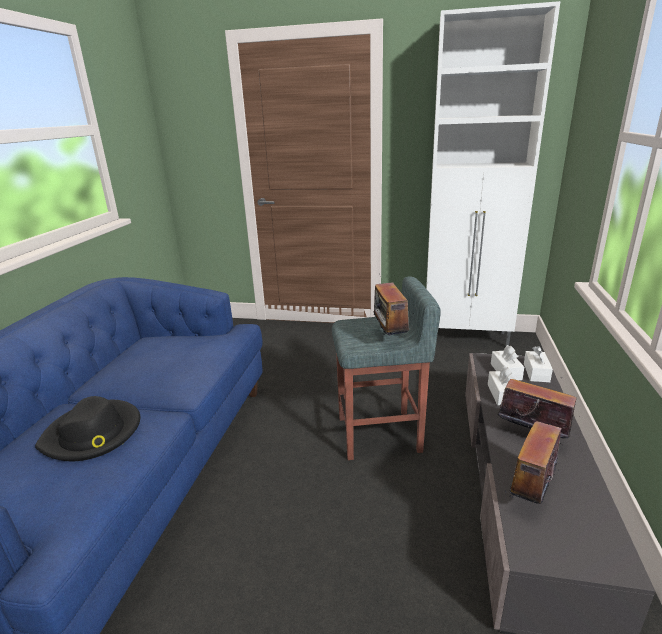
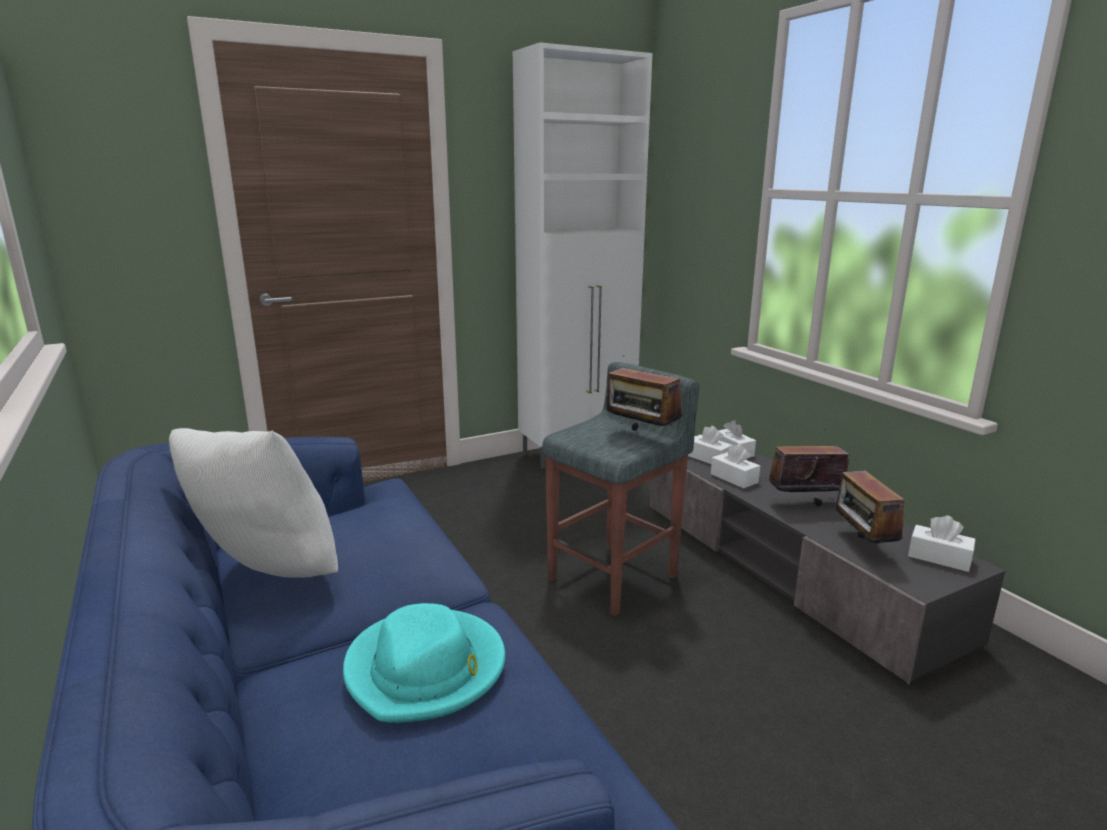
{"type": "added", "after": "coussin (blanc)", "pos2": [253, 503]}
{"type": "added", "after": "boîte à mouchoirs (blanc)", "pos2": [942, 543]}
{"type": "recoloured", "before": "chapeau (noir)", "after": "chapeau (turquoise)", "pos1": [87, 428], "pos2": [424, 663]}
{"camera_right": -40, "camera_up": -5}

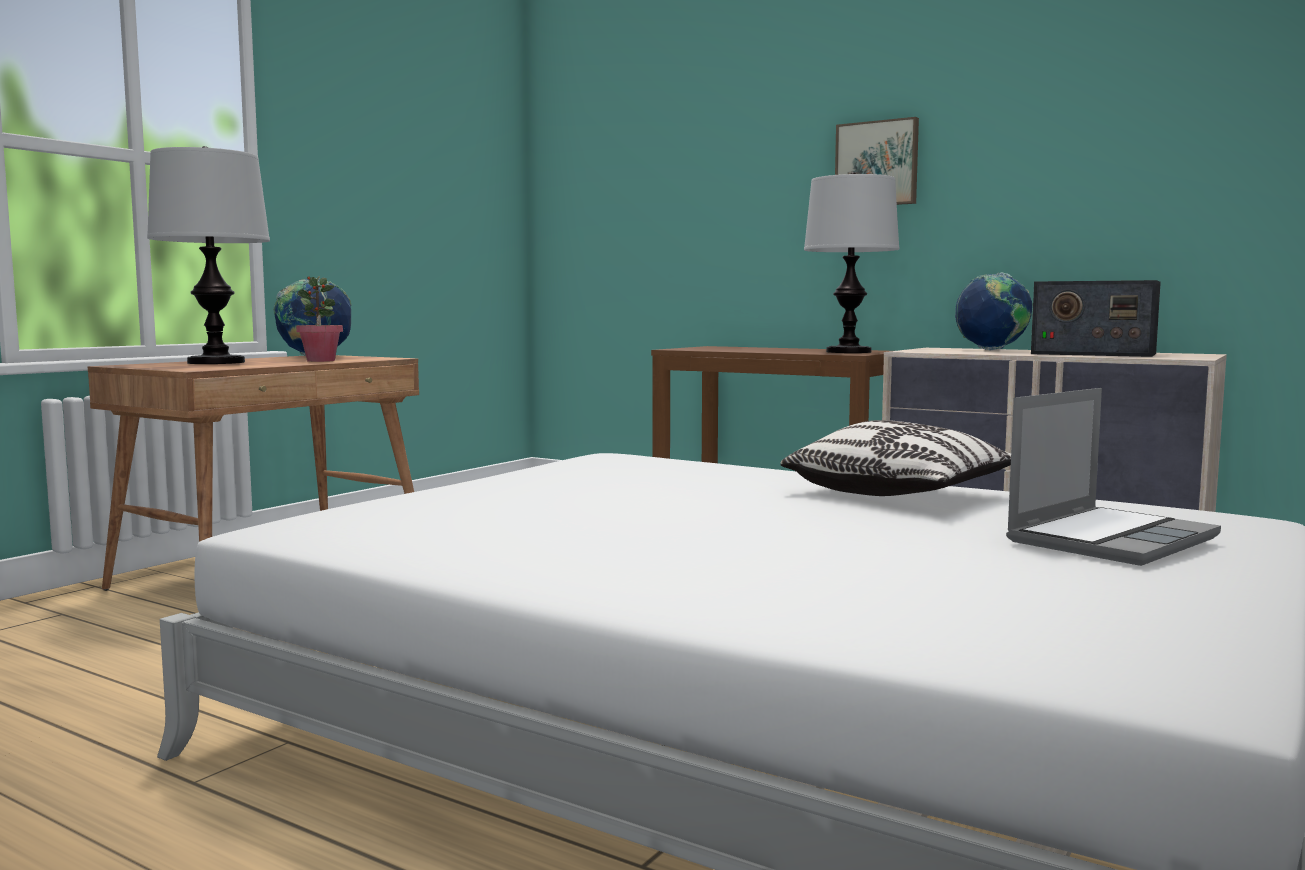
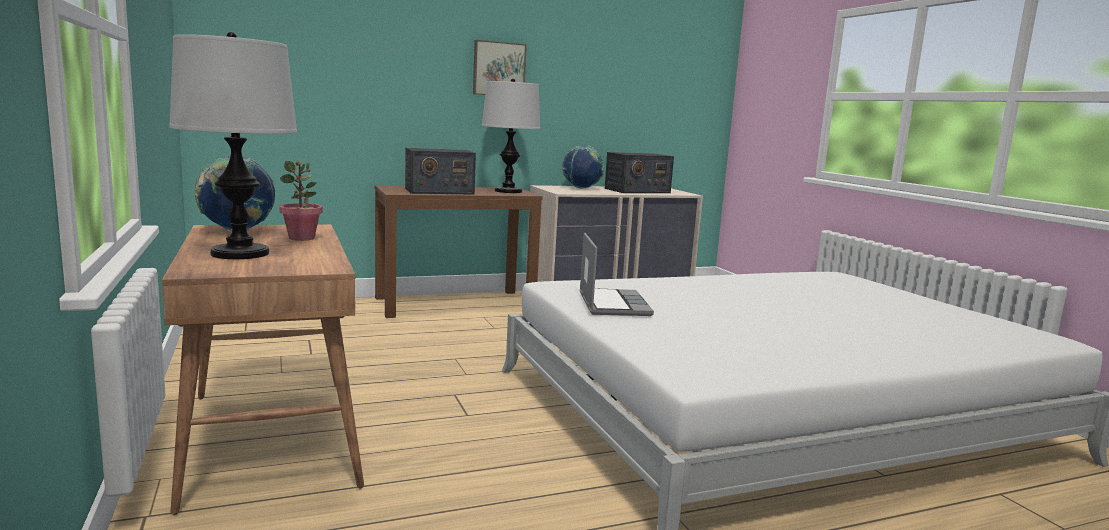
{"type": "removed", "before": "coussin", "pos1": [895, 458]}
{"type": "added", "after": "radio", "pos2": [440, 171]}
{"type": "moved", "before": "ordinateur portable", "pos1": [1113, 477], "pos2": [616, 274]}
{"camera_right": -55, "camera_up": 5}

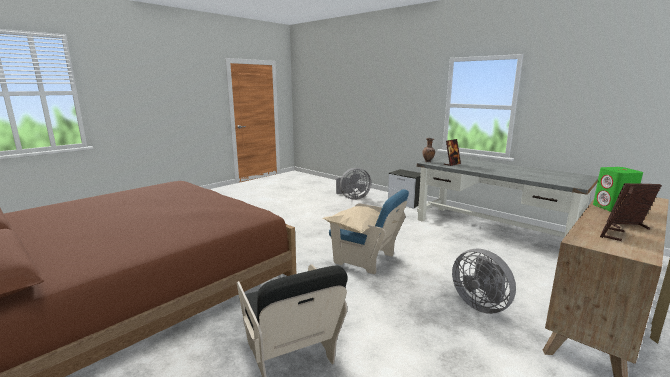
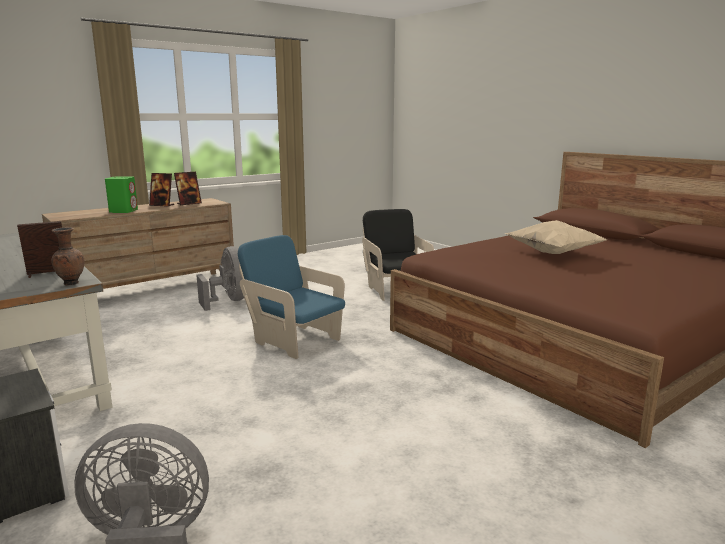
{"type": "moved", "before": "coussin (beige)", "pos1": [360, 219], "pos2": [555, 237]}
{"camera_right": -170, "camera_up": 0}

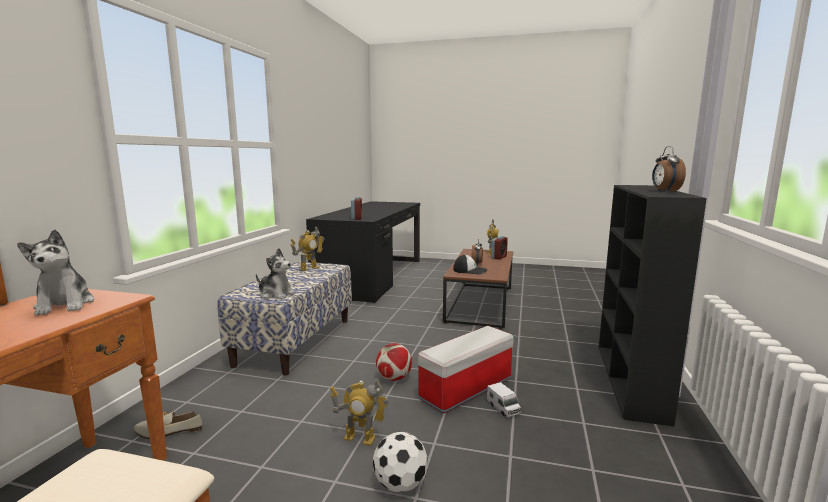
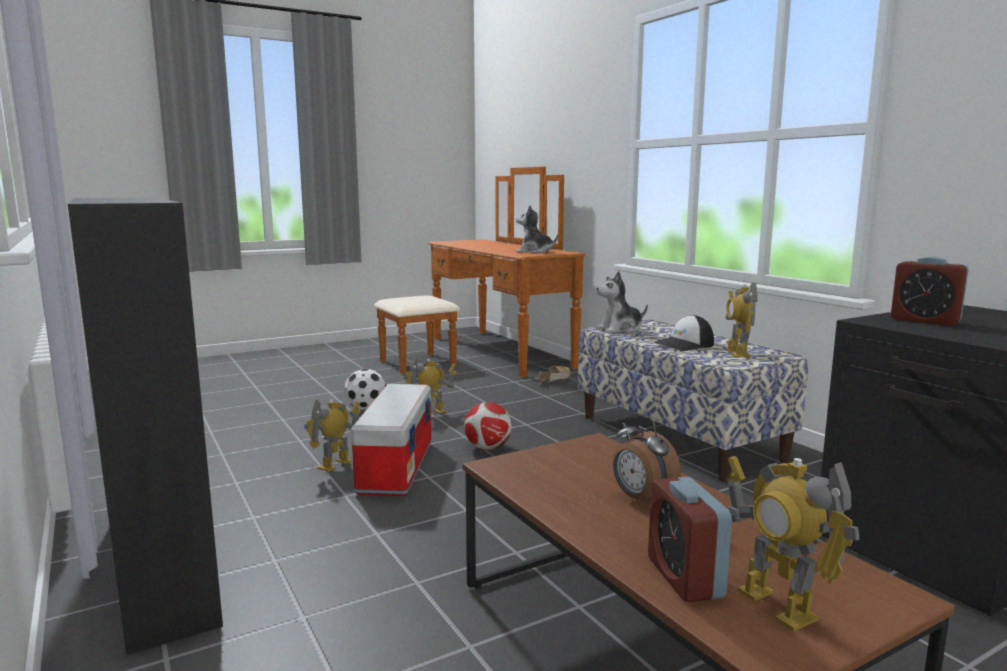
{"type": "removed", "before": "réveil", "pos1": [669, 169]}
{"type": "moved", "before": "casquette", "pos1": [470, 264], "pos2": [684, 333]}
{"type": "replaced", "before": "camion jouet", "after": "robot jouet", "pos1": [504, 399], "pos2": [332, 436]}
{"camera_right": 135, "camera_up": 0}

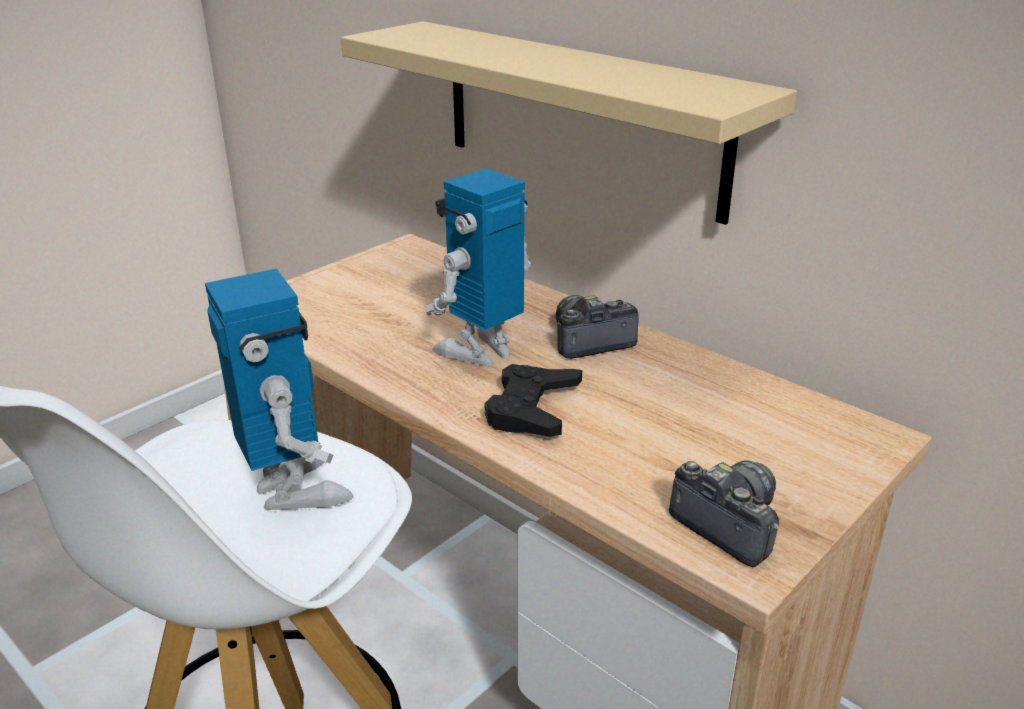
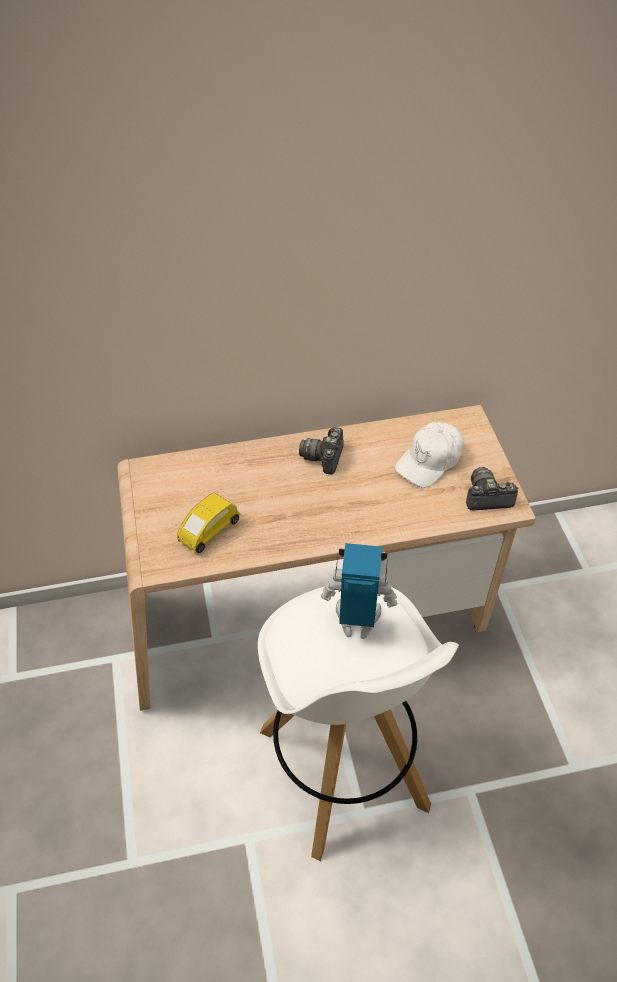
{"type": "removed", "before": "étagère (beige)", "pos1": [569, 123]}
{"type": "removed", "before": "robot jouet", "pos1": [478, 267]}
{"type": "removed", "before": "manette (noir)", "pos1": [533, 400]}
{"type": "added", "after": "petite voiture (jaune)", "pos2": [208, 522]}
{"type": "added", "after": "casquette (blanc)", "pos2": [429, 455]}
{"camera_right": -55, "camera_up": 20}

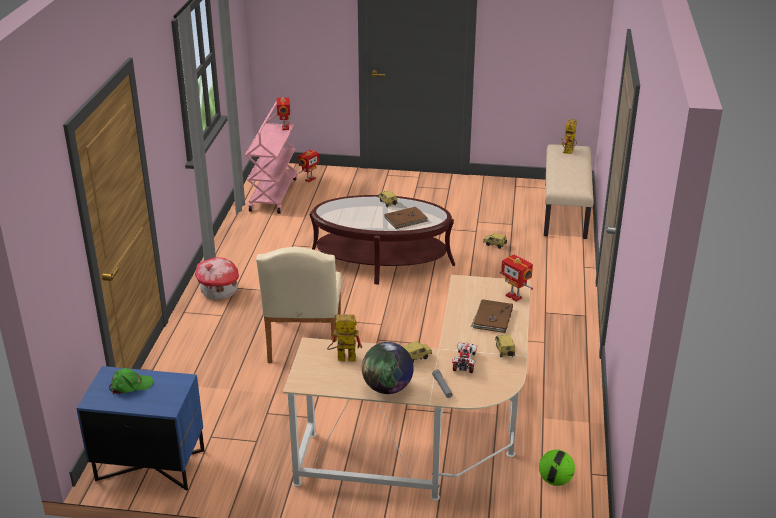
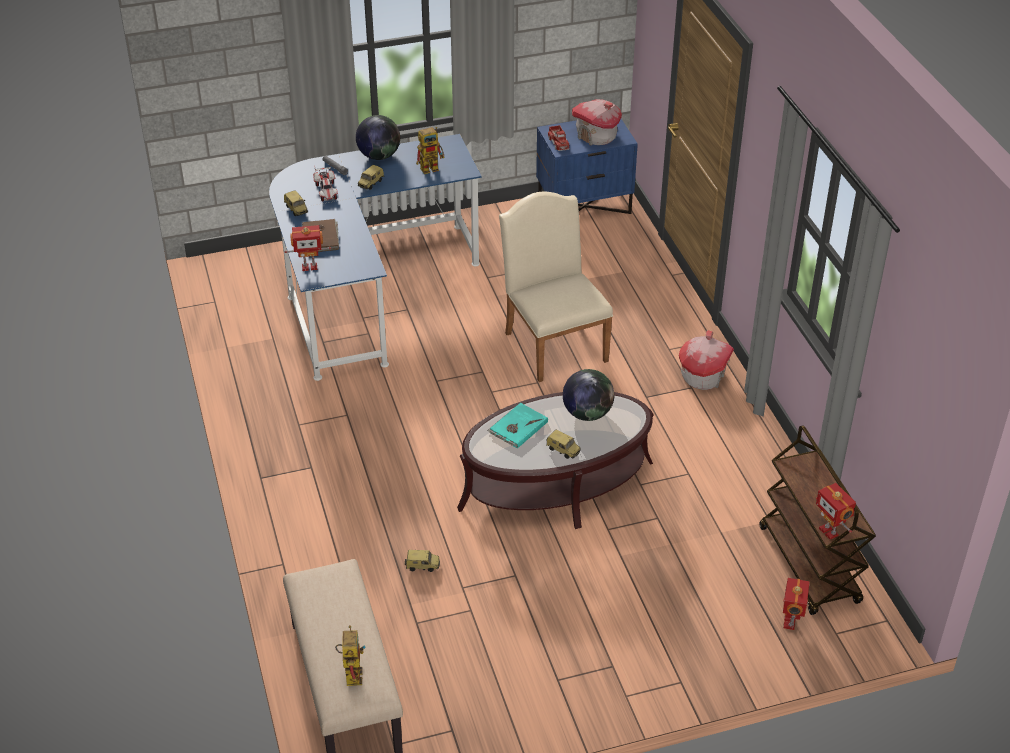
{"type": "removed", "before": "ballon de foot", "pos1": [557, 468]}
{"type": "added", "after": "camion jouet", "pos2": [558, 138]}
{"type": "added", "after": "globe", "pos2": [588, 395]}
{"type": "replaced", "before": "casquette (vert)", "after": "maison miniature", "pos1": [131, 381], "pos2": [597, 122]}
{"type": "recoloured", "before": "chariot (rose)", "after": "chariot (marron)", "pos1": [271, 157], "pos2": [817, 520]}
{"type": "recoloured", "before": "bureau (beige)", "after": "bureau (bleu)", "pos1": [407, 388], "pos2": [375, 257]}
{"type": "recoloured", "before": "livre (marron)", "after": "livre (turquoise)", "pos1": [406, 218], "pos2": [517, 426]}
{"type": "turned", "before": "robot jouet", "pos1": [516, 278], "pos2": [308, 248], "turn": 150}
{"camera_right": 155, "camera_up": 10}

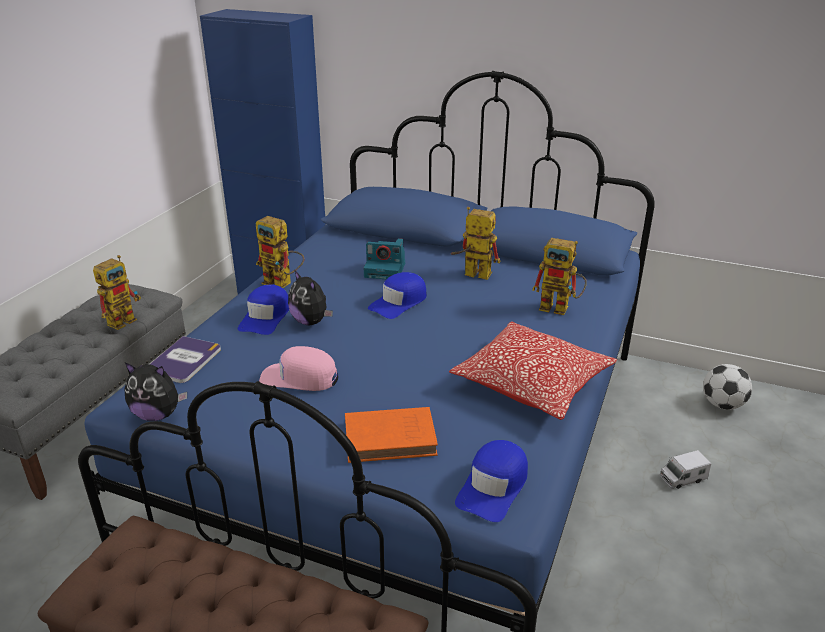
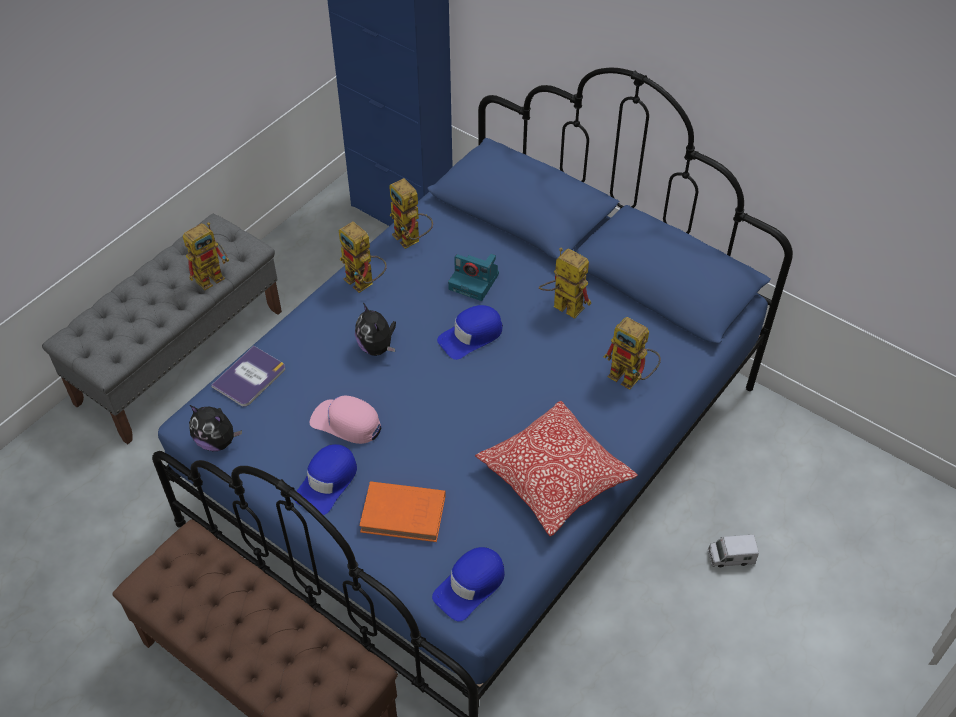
{"type": "removed", "before": "ballon de foot", "pos1": [727, 387]}
{"type": "added", "after": "robot jouet", "pos2": [411, 213]}
{"type": "moved", "before": "casquette (bleu)", "pos1": [263, 309], "pos2": [325, 479]}
{"camera_right": 15, "camera_up": 20}

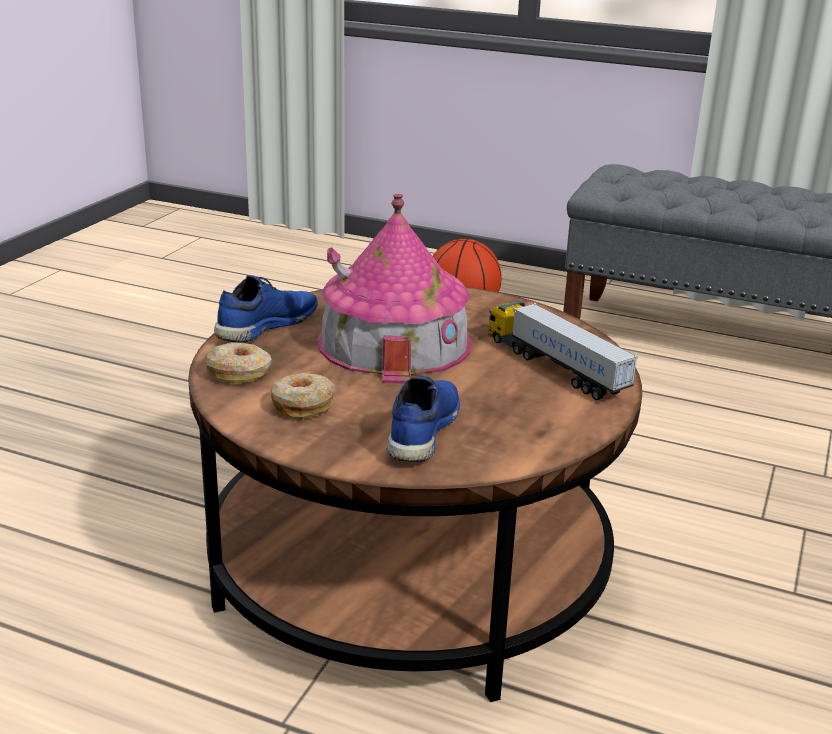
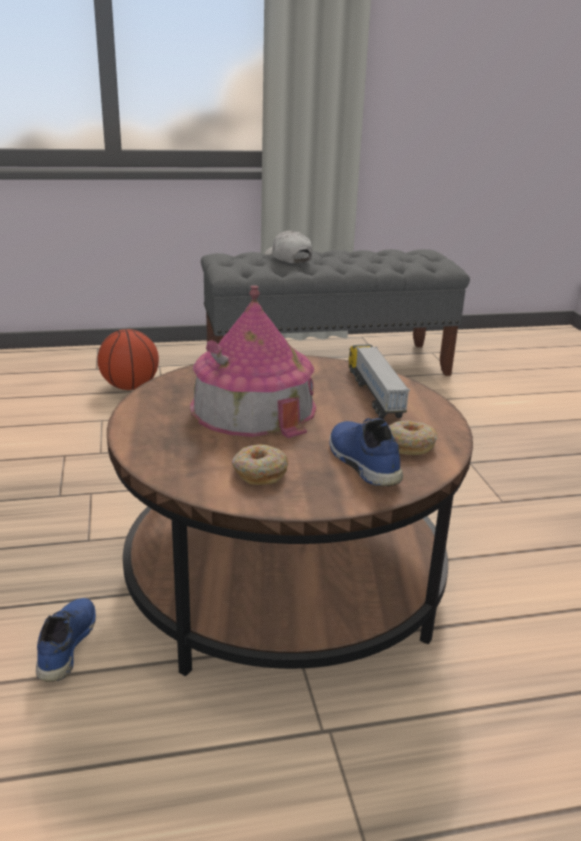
{"type": "added", "after": "casquette (blanc)", "pos2": [288, 247]}
{"type": "moved", "before": "beignet", "pos1": [238, 363], "pos2": [413, 437]}
{"type": "moved", "before": "chaussure (bleu)", "pos1": [266, 308], "pos2": [66, 640]}
{"type": "turned", "before": "camion jouet", "pos1": [562, 350], "pos2": [379, 381], "turn": 60}
{"camera_right": -35, "camera_up": 0}

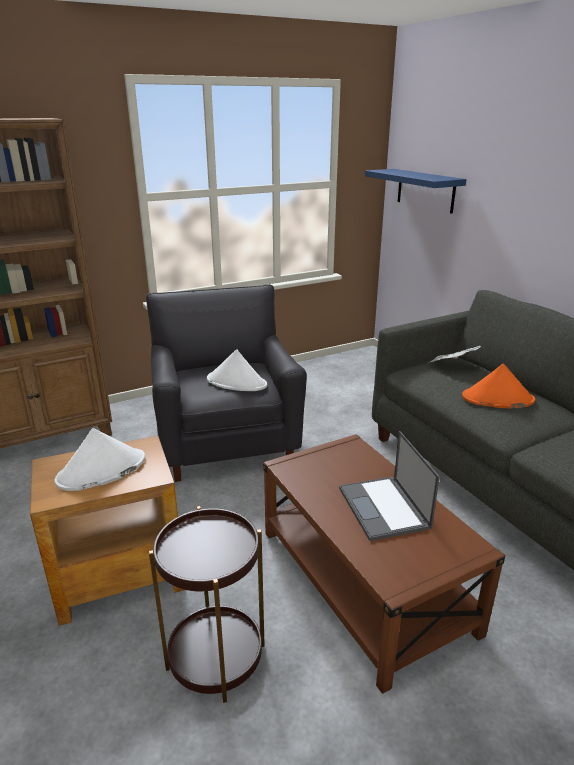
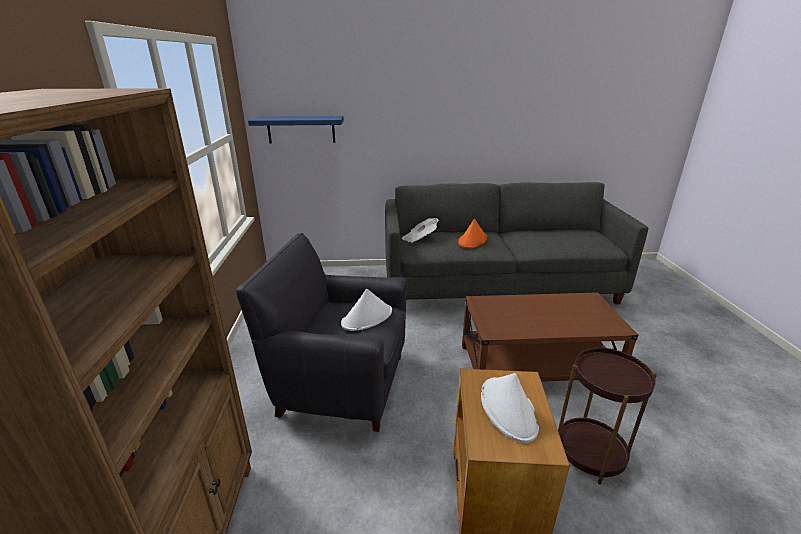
{"type": "removed", "before": "ordinateur portable", "pos1": [389, 486]}
{"camera_right": -65, "camera_up": 0}

